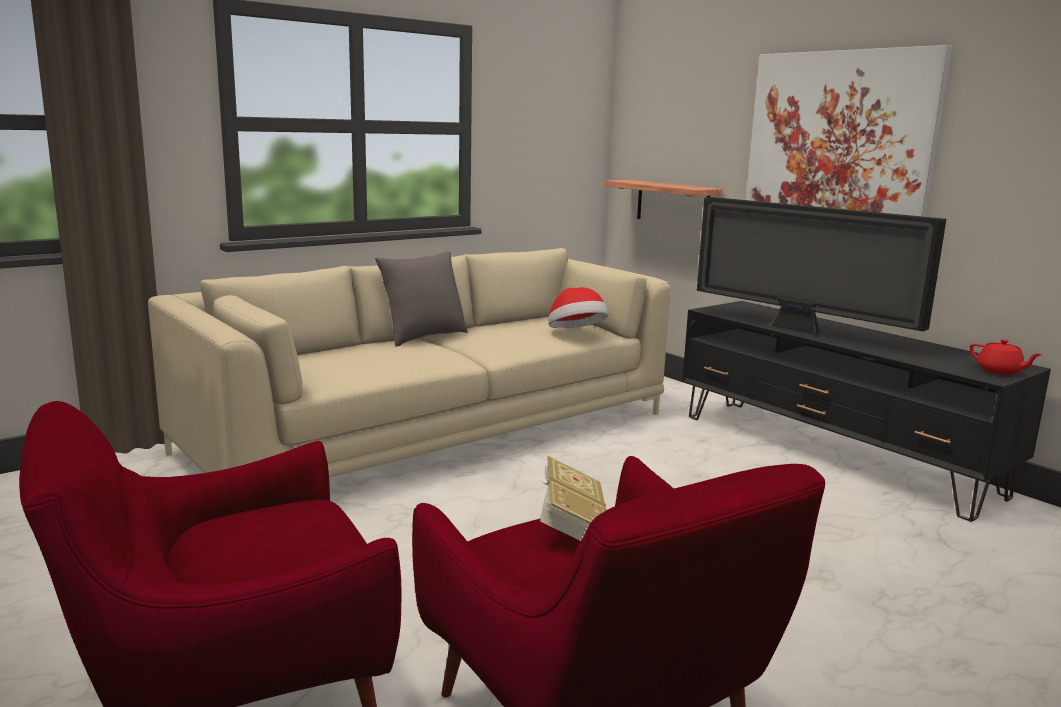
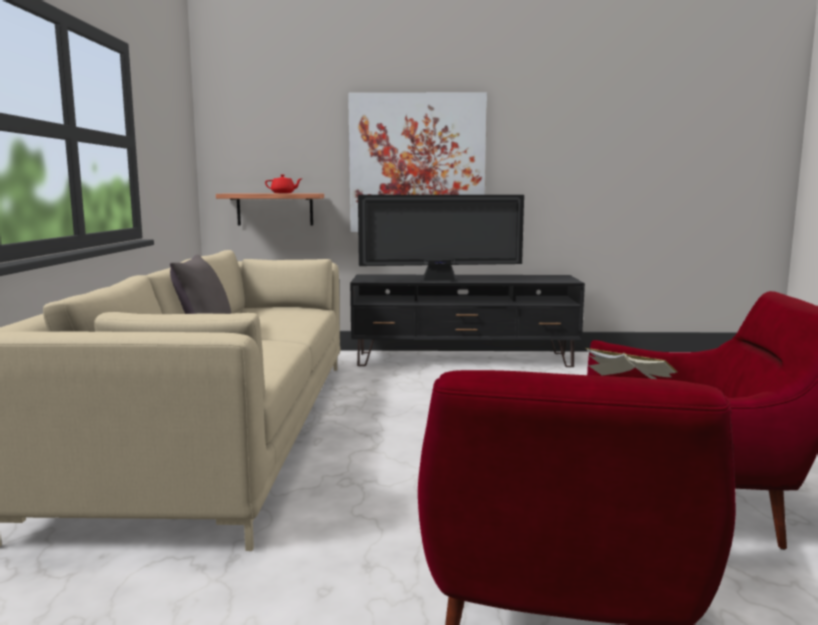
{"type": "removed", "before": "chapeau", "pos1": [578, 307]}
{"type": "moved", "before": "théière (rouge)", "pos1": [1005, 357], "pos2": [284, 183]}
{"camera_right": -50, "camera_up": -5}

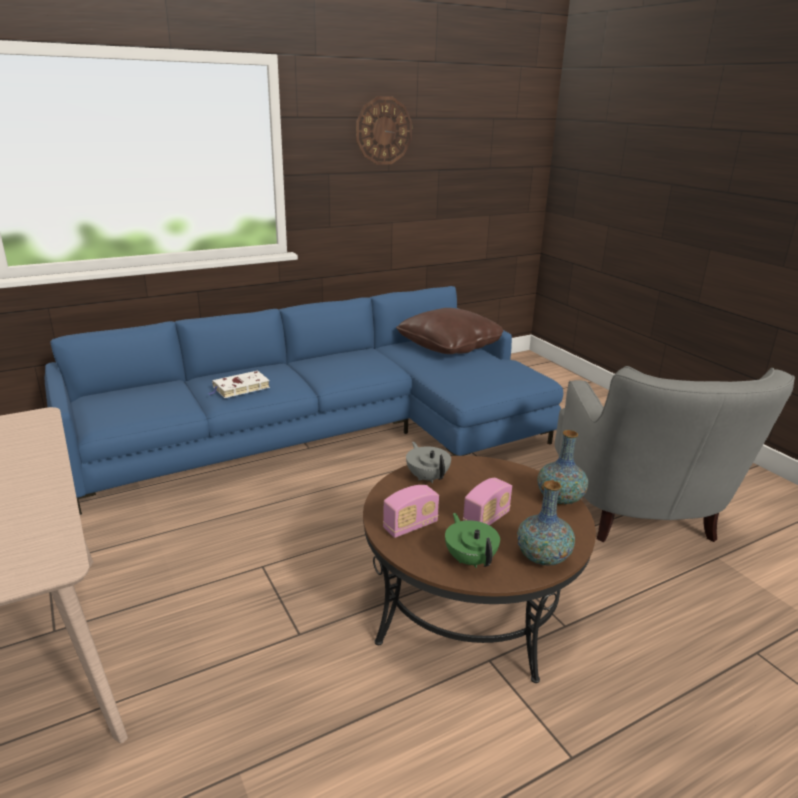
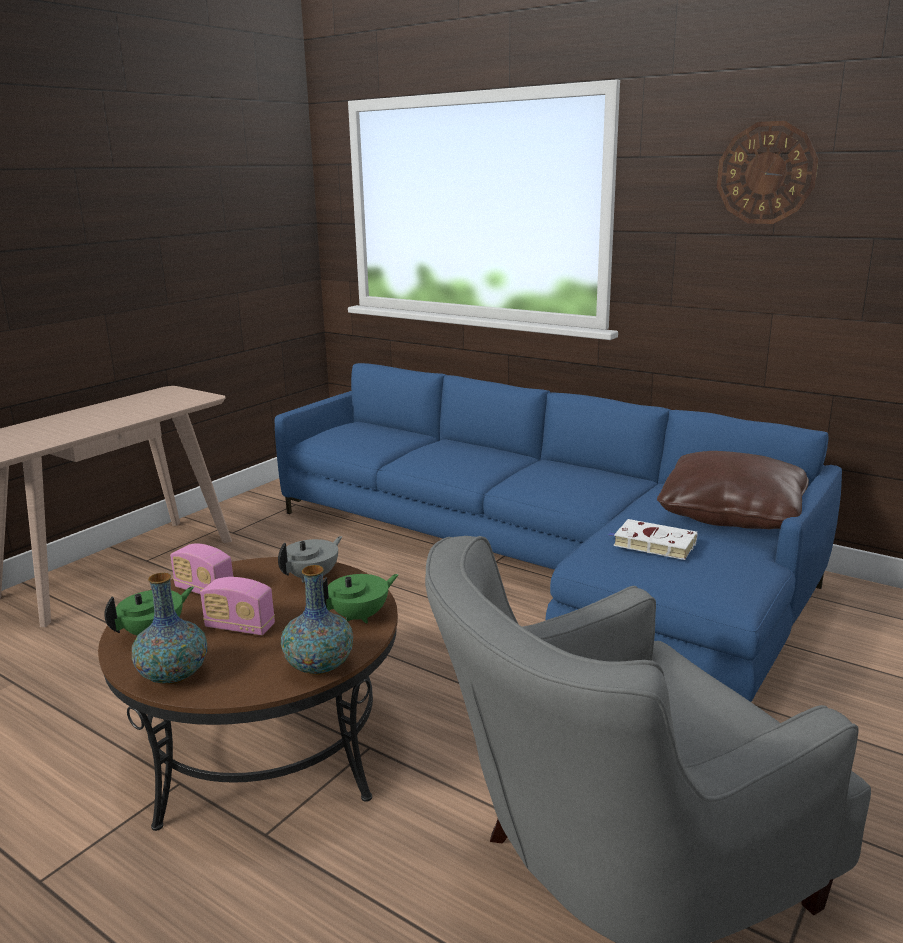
{"type": "added", "after": "théière (vert)", "pos2": [361, 599]}
{"type": "moved", "before": "livre (blanc)", "pos1": [238, 384], "pos2": [652, 539]}
{"camera_right": 65, "camera_up": -5}

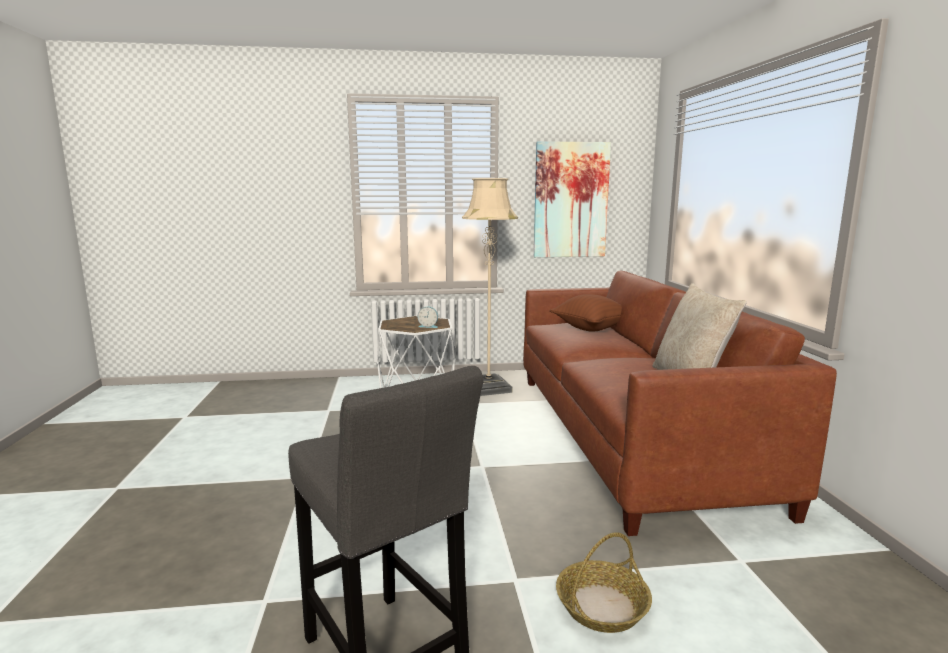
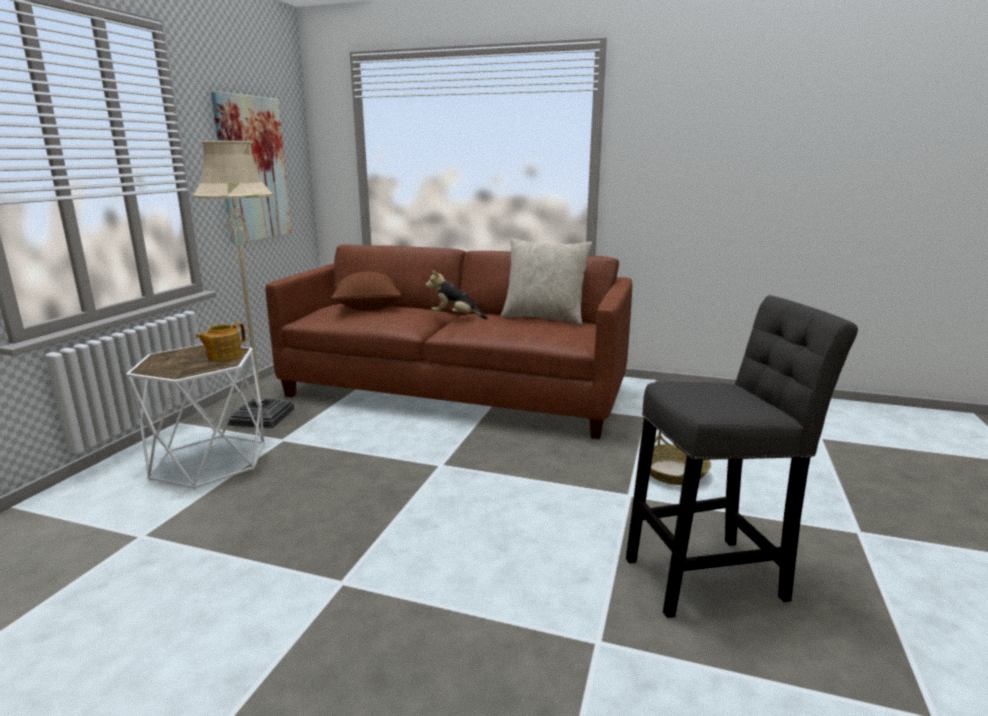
{"type": "added", "after": "peluche", "pos2": [456, 294]}
{"type": "replaced", "before": "réveil", "after": "théière", "pos1": [428, 317], "pos2": [220, 341]}
{"camera_right": -65, "camera_up": 5}

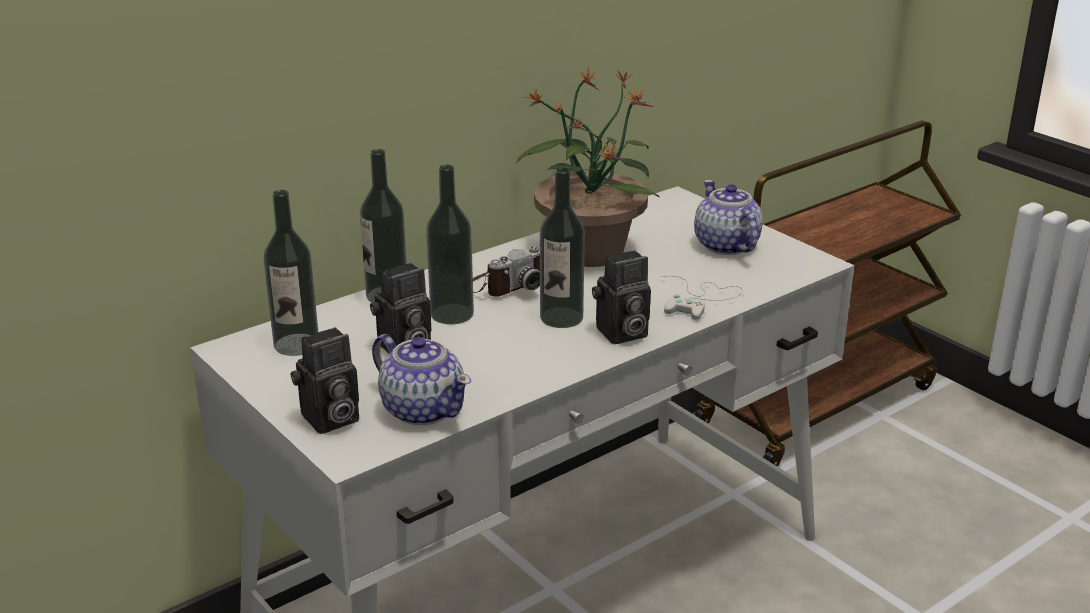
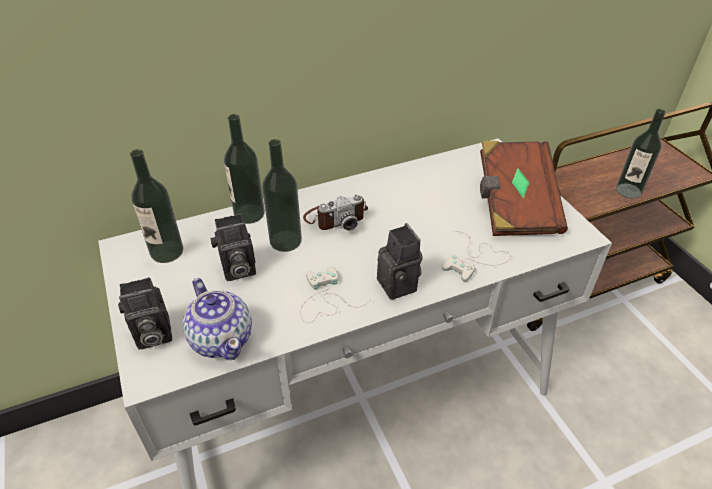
{"type": "removed", "before": "plante en pot", "pos1": [588, 166]}
{"type": "added", "after": "manette (blanc)", "pos2": [335, 294]}
{"type": "moved", "before": "bouteille", "pos1": [562, 247], "pos2": [641, 153]}
{"type": "replaced", "before": "théière", "after": "livre (marron)", "pos1": [728, 217], "pos2": [524, 188]}
{"type": "turned", "before": "appareil photo", "pos1": [621, 297], "pos2": [400, 261], "turn": -105}
{"camera_right": 15, "camera_up": 15}

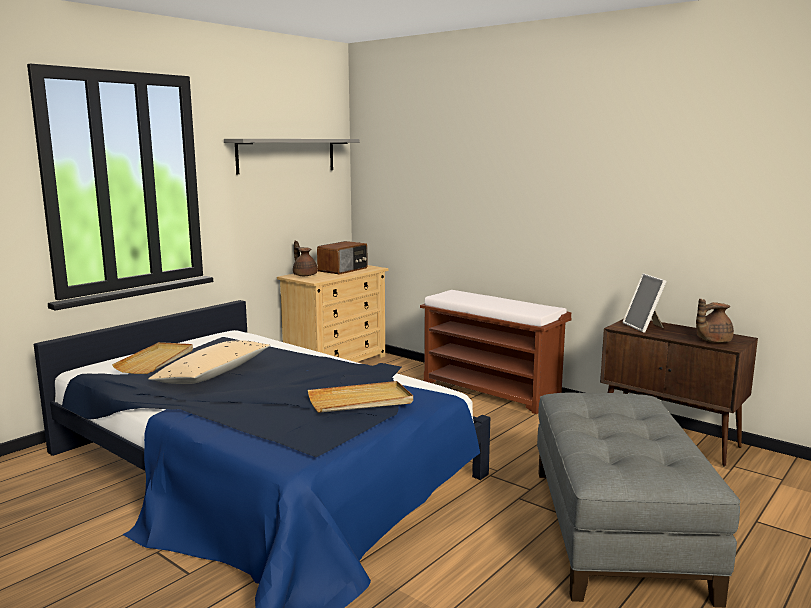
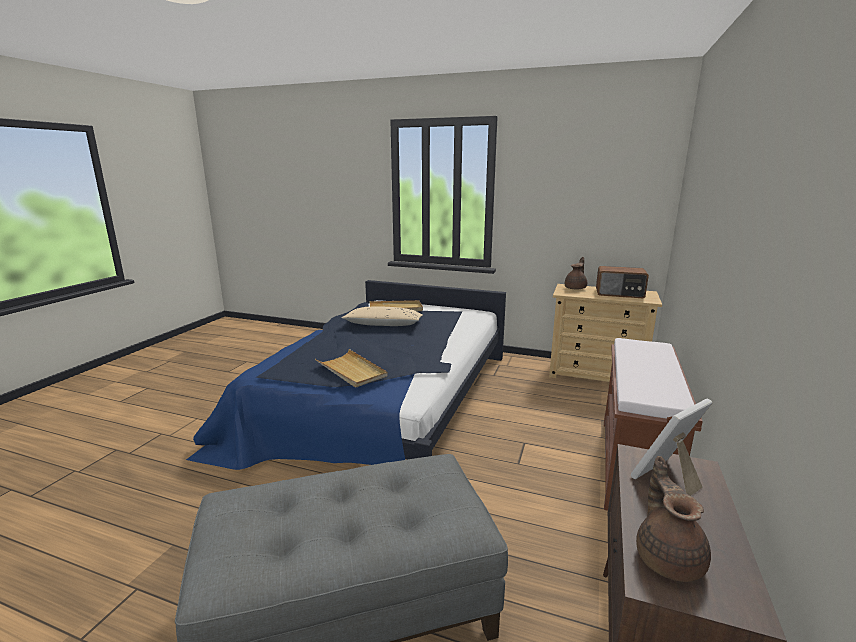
{"type": "removed", "before": "étagère (gris)", "pos1": [291, 156]}
{"type": "turned", "before": "théière (marron)", "pos1": [715, 321], "pos2": [673, 519], "turn": 45}
{"camera_right": 70, "camera_up": 5}

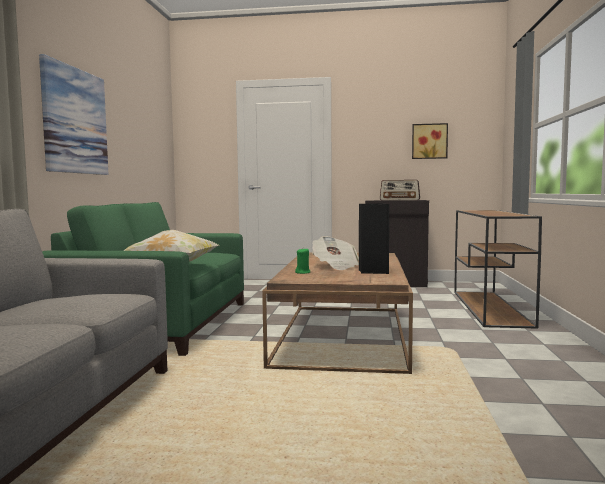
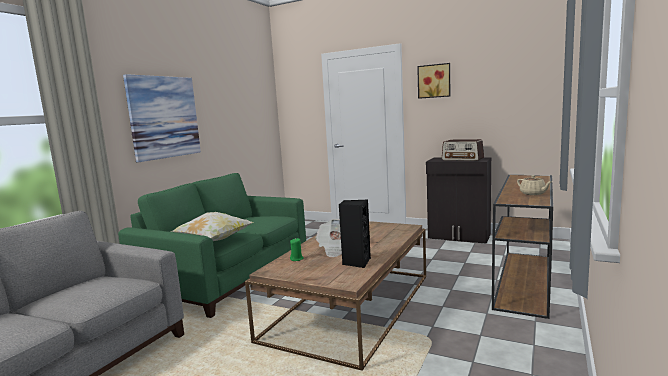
{"type": "added", "after": "théière (beige)", "pos2": [534, 185]}
{"type": "moved", "before": "tableau", "pos1": [430, 141], "pos2": [433, 81]}
{"camera_right": 20, "camera_up": 5}

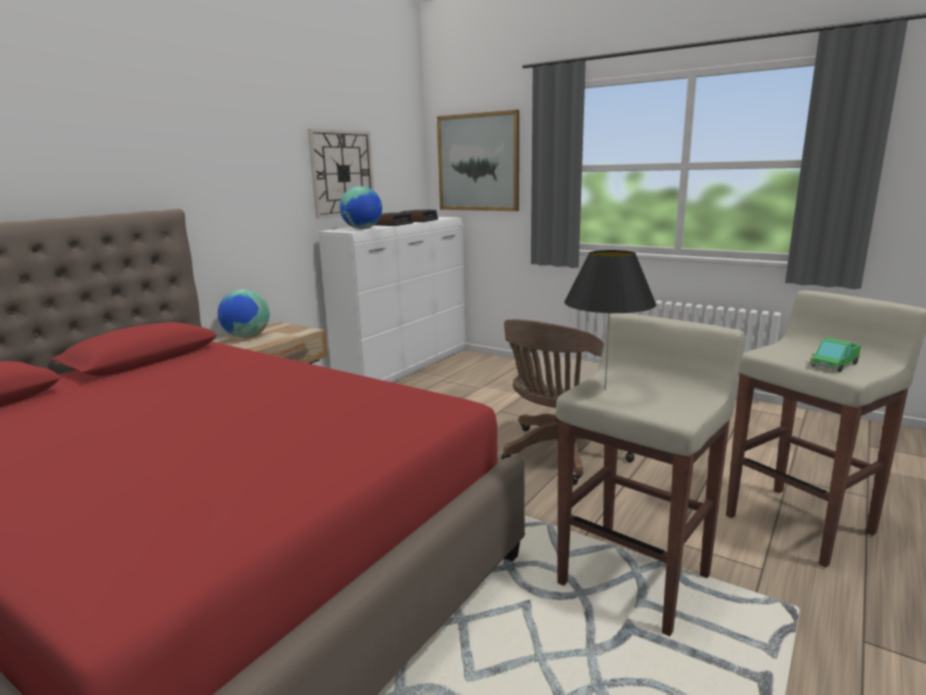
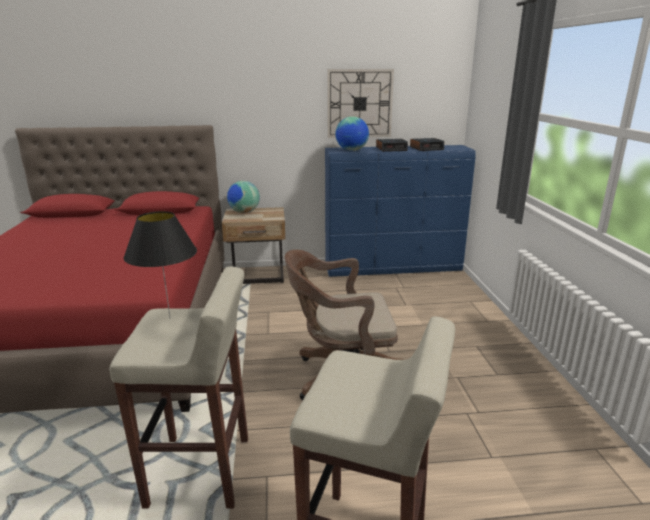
{"type": "removed", "before": "tableau", "pos1": [478, 160]}
{"type": "removed", "before": "camion jouet", "pos1": [835, 355]}
{"type": "recoloured", "before": "commode (blanc)", "after": "commode (bleu)", "pos1": [392, 299], "pos2": [400, 211]}
{"camera_right": 50, "camera_up": 5}

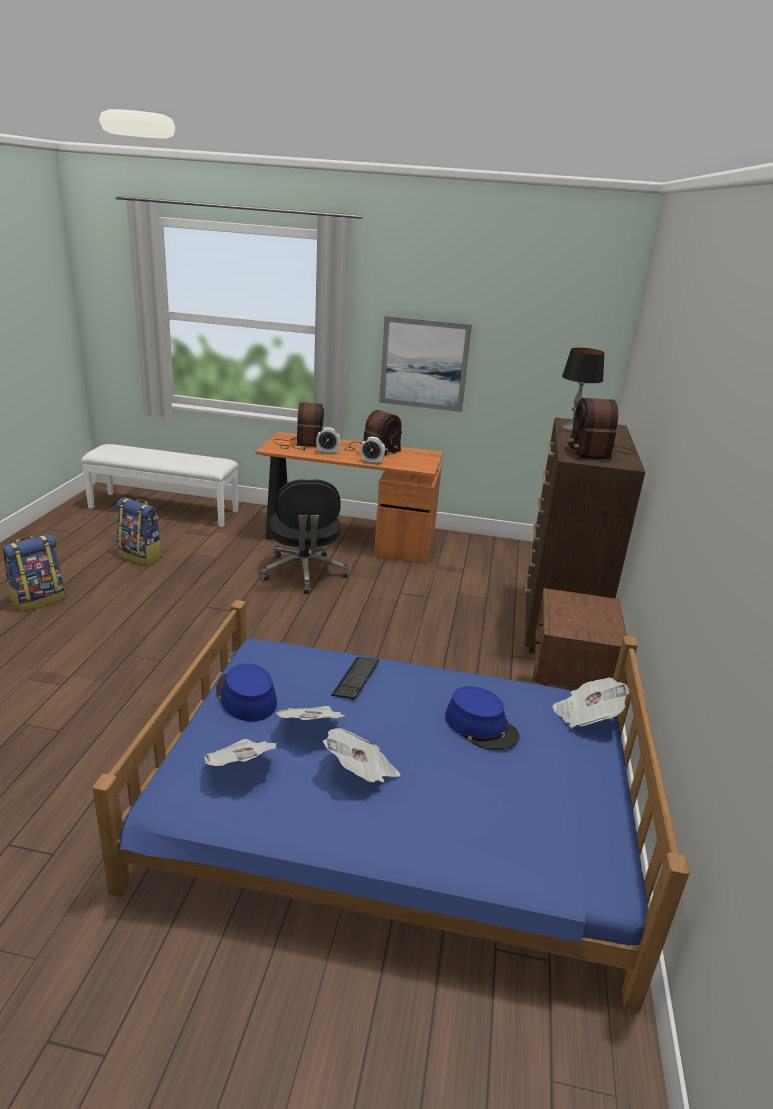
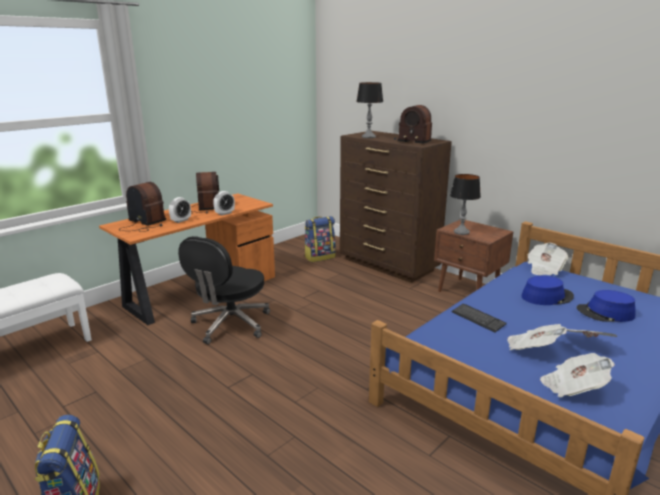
{"type": "removed", "before": "tableau", "pos1": [425, 364]}
{"type": "added", "after": "lampe de table", "pos2": [465, 204]}
{"type": "moved", "before": "sac à dos", "pos1": [139, 532], "pos2": [320, 239]}
{"type": "moved", "before": "chapeau (bleu)", "pos1": [246, 692], "pos2": [606, 306]}
{"type": "turned", "before": "chaise de bureau (noir)", "pos1": [305, 536], "pos2": [224, 290], "turn": 90}
{"camera_right": -55, "camera_up": -5}

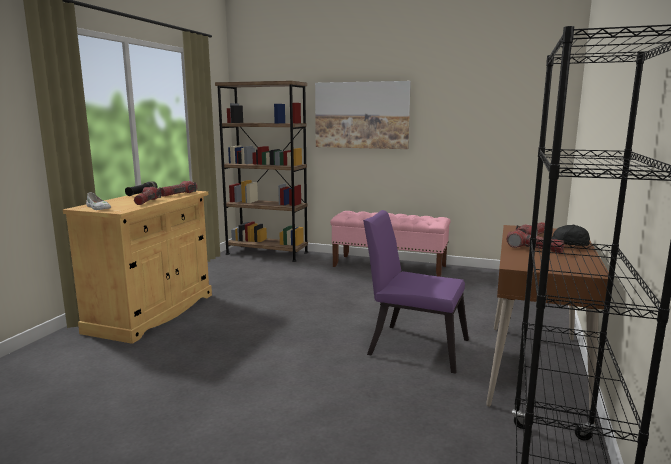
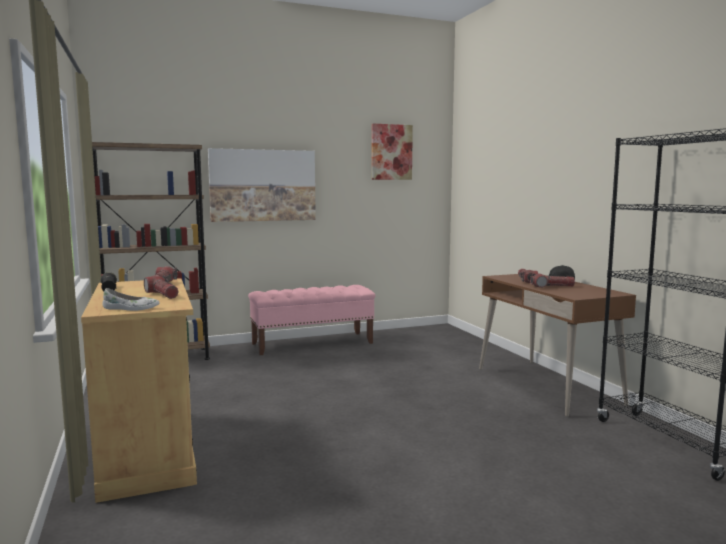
{"type": "removed", "before": "chaise (violet)", "pos1": [416, 292]}
{"type": "added", "after": "tableau", "pos2": [392, 152]}
{"camera_right": -40, "camera_up": -5}

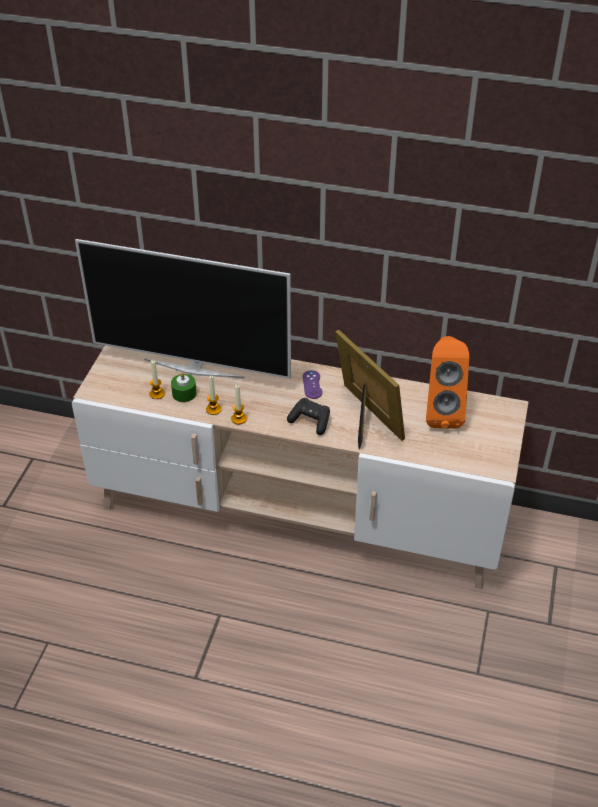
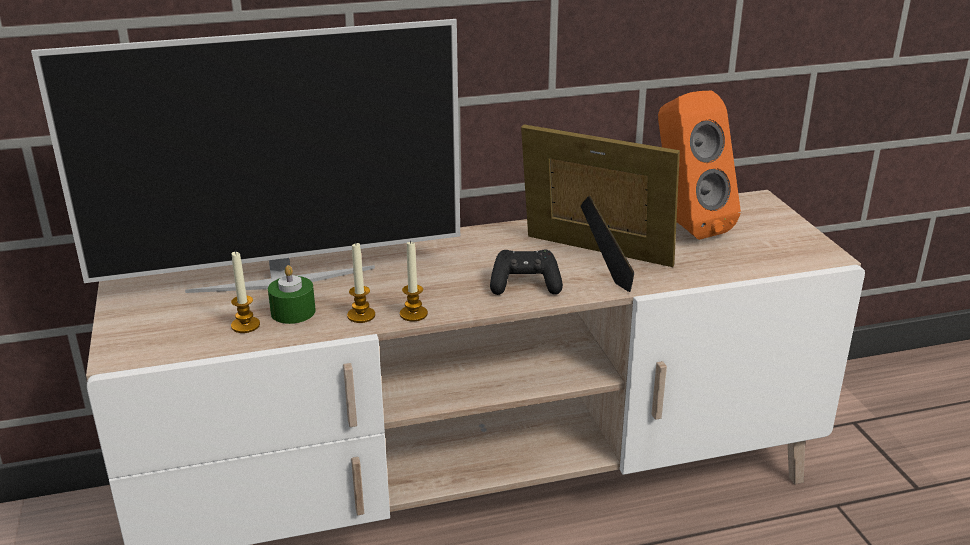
{"type": "removed", "before": "manette (violet)", "pos1": [313, 384]}
{"camera_right": -30, "camera_up": -15}

